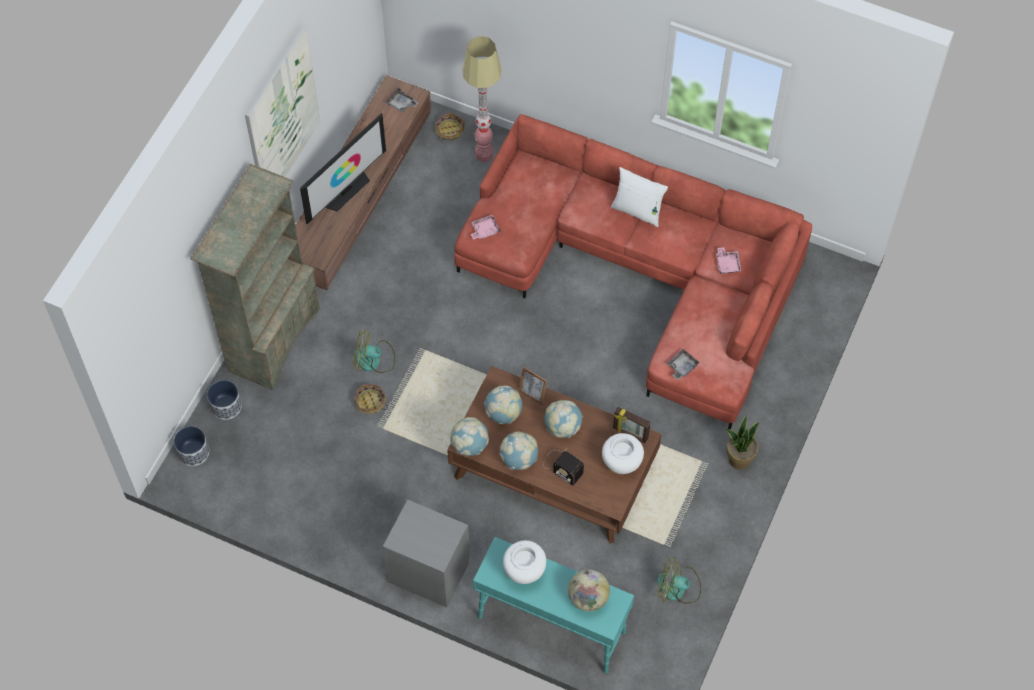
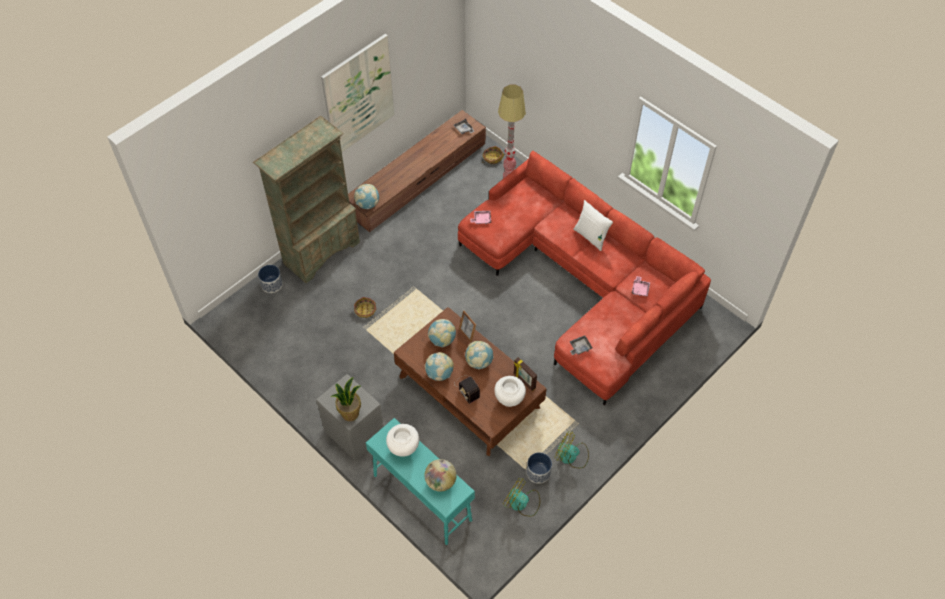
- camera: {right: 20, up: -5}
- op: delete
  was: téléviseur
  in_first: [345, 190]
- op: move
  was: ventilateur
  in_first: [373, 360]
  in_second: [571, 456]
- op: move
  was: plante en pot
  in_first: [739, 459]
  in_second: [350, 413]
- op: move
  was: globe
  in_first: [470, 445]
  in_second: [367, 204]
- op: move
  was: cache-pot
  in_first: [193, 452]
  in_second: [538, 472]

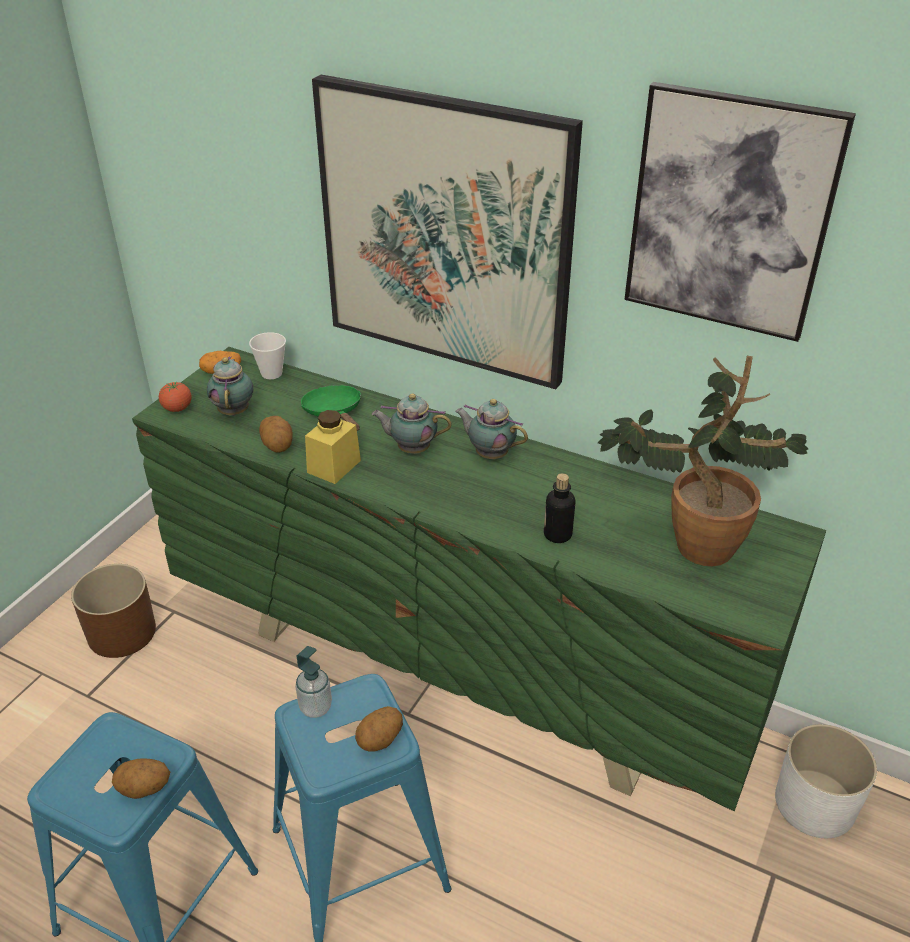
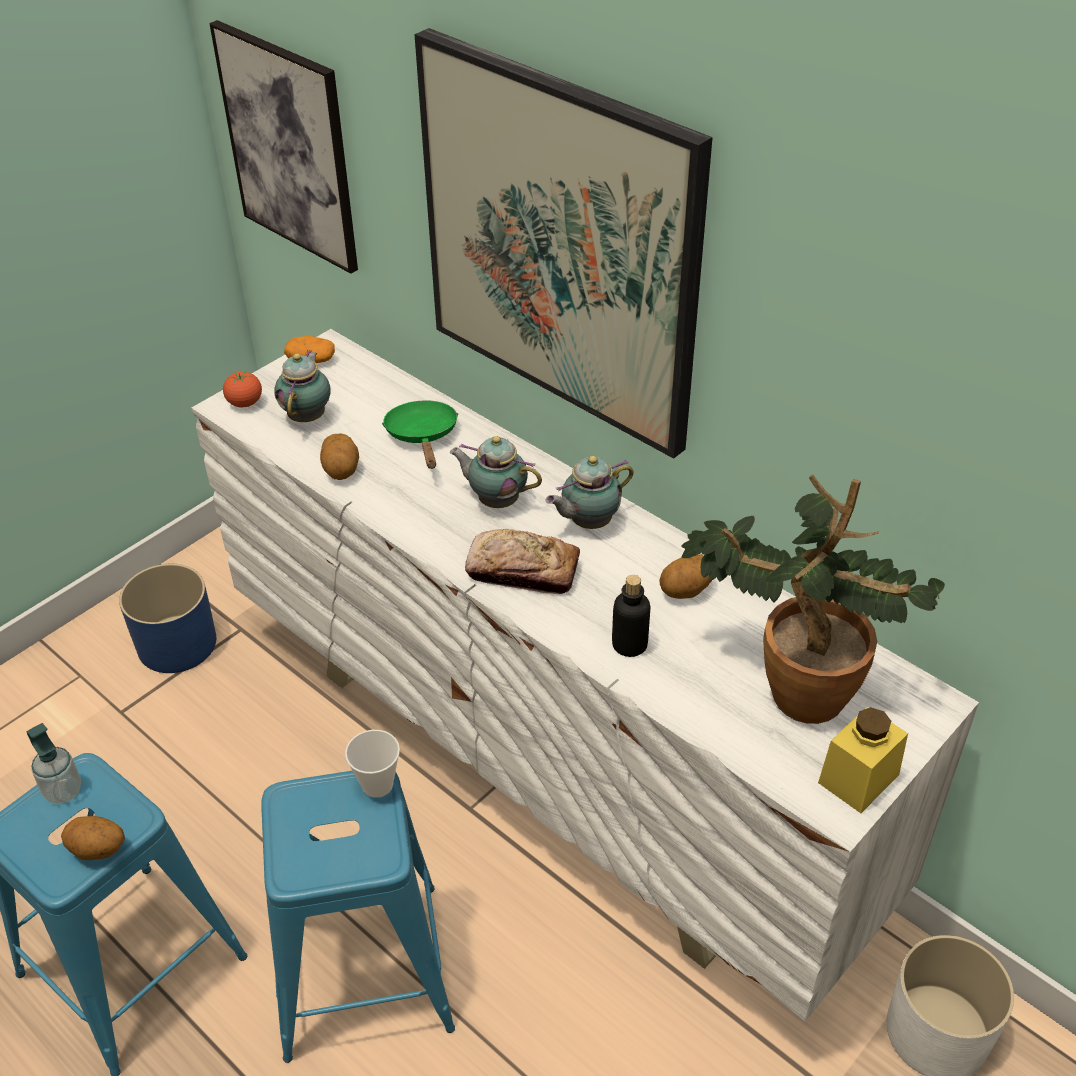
- camera: {right: 15, up: 5}
- op: move
  was: tableau
  in_first: [729, 213]
  in_second: [289, 147]
- op: move
  was: tasse
  in_first: [271, 373]
  in_second: [377, 785]
- op: recolor
  was: meuble de rangement [vert]
  now: meuble de rangement [blanc]
  in_first: [458, 672]
  in_second: [545, 769]
- op: rotate
  was: théière
  in_first: [489, 454]
  in_second: [588, 522]
  clockwise: -75
- op: move
  was: bocal [jaune]
  in_first: [334, 466]
  in_second: [858, 779]
- op: recolor
  was: cache-pot [marron]
  now: cache-pot [bleu]
  in_first: [121, 632]
  in_second: [176, 644]
- op: move
  was: distributeur de savon
  in_first: [315, 707]
  in_second: [63, 791]
- op: move
  was: pomme de terre
  in_first: [380, 740]
  in_second: [686, 591]
- op: insert
  now: pain
  in_second: [522, 571]

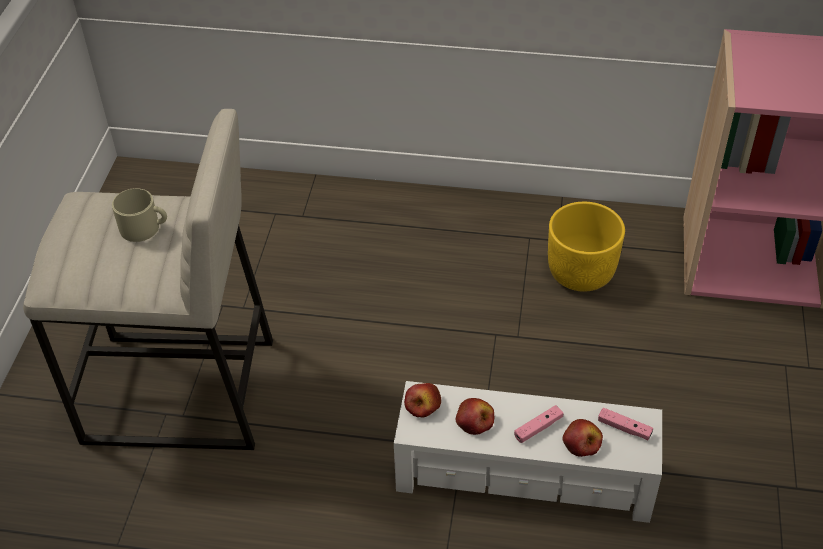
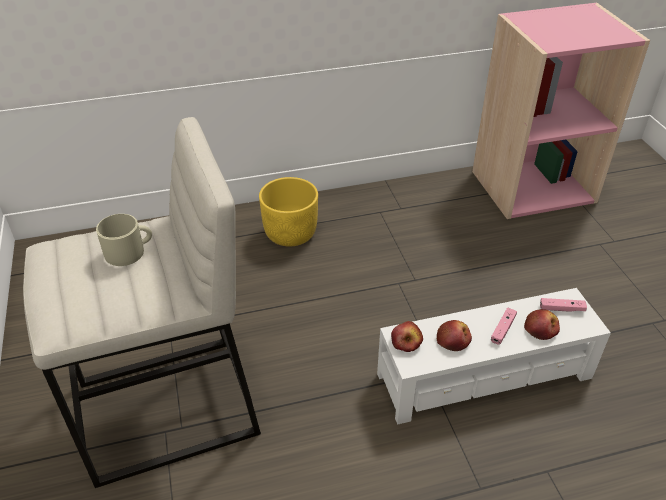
- camera: {right: -25, up: -5}
- op: move
  was: cache-pot [jaune]
  in_first: [581, 272]
  in_second: [291, 233]

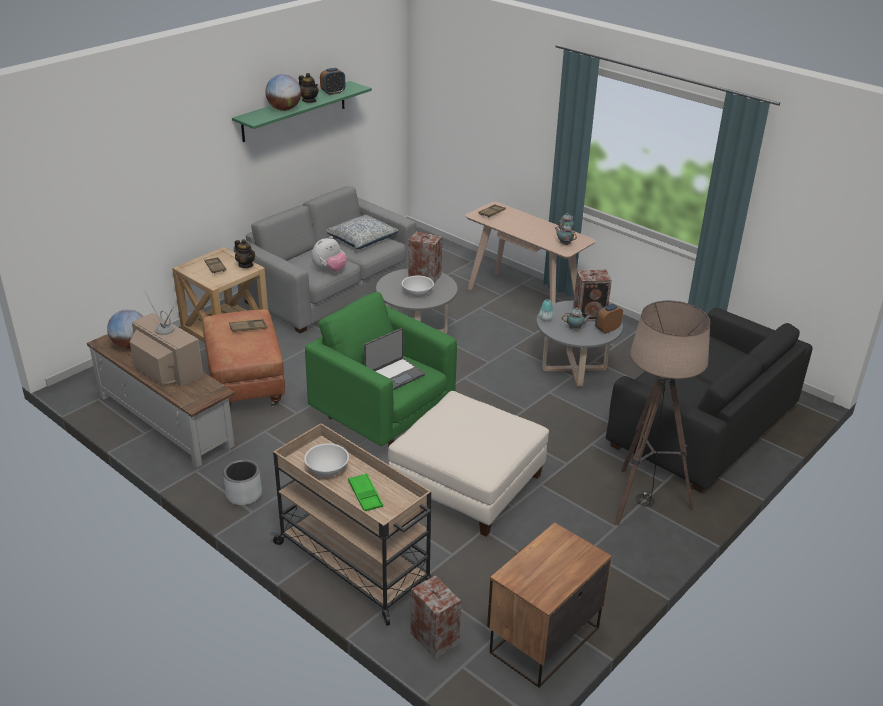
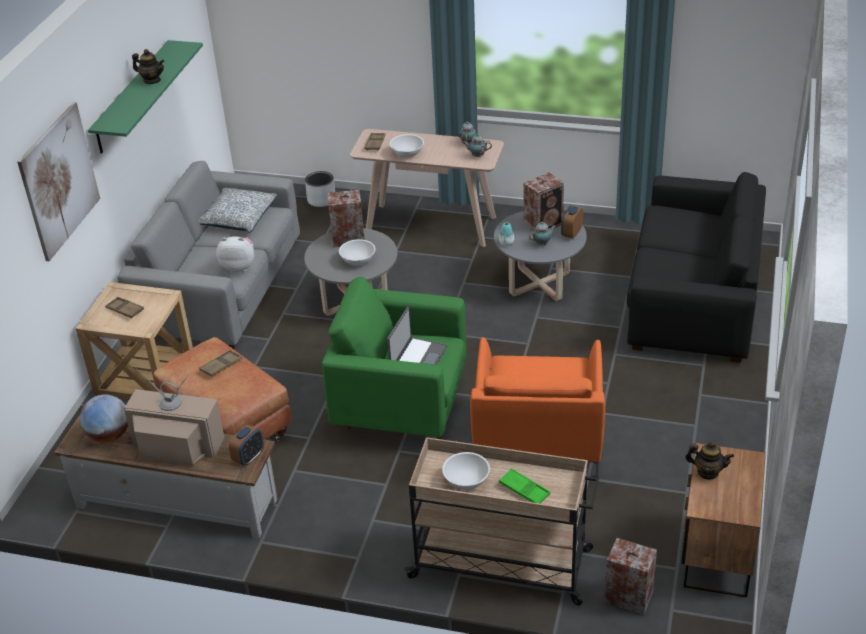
- camera: {right: -25, up: 5}
- op: move
  was: réveil
  in_first: [333, 93]
  in_second: [249, 457]
- op: delete
  was: globe
  in_first: [284, 109]
- op: rotate
  was: peluche
  in_first: [329, 270]
  in_second: [239, 267]
  clockwise: -105
- op: move
  was: théière
  in_first: [246, 265]
  in_second: [707, 472]
- op: delete
  was: lampadaire
  in_first: [643, 500]
- op: replace
  was: pouf [blanc]
  now: fauteuil [orange]
  in_first: [467, 484]
  in_second: [537, 441]
- op: move
  was: cache-pot [gris]
  in_first: [244, 494]
  in_second: [322, 200]
- op: insert
  now: tableau
  in_second: [59, 181]
- op: insert
  now: bol [blanc]
  in_second: [407, 153]

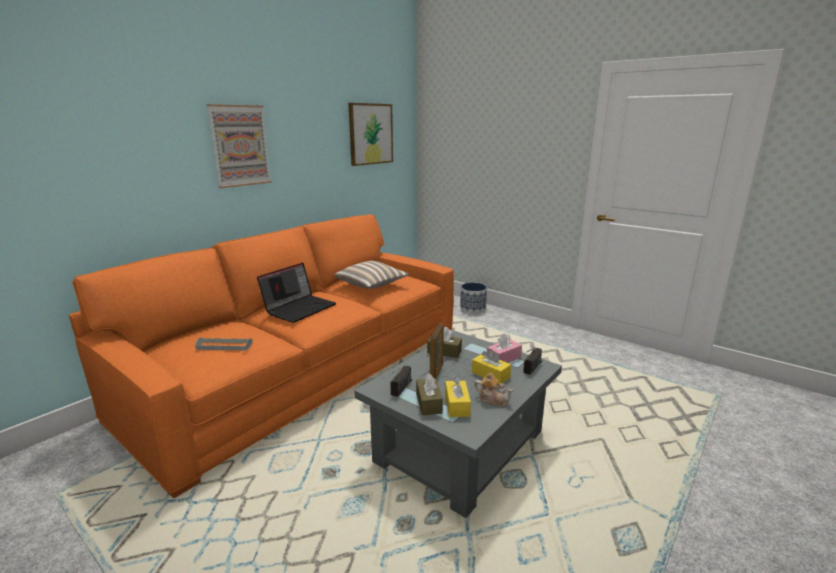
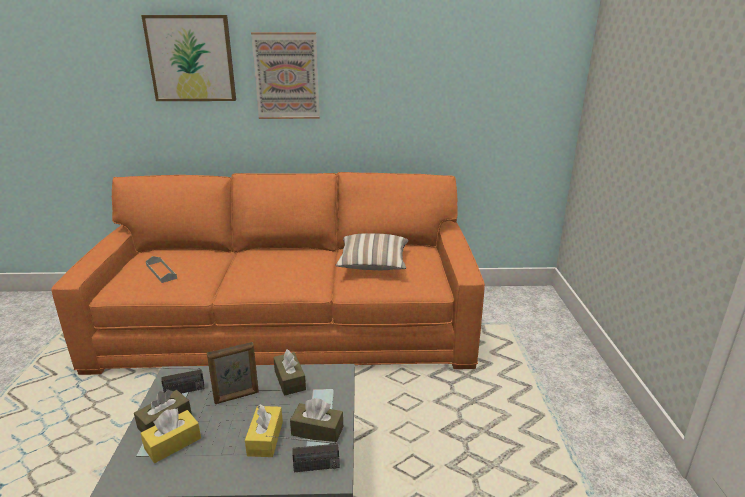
- camera: {right: 50, up: 5}
- op: move
  was: tableau
  in_first: [370, 134]
  in_second: [191, 59]
- op: delete
  was: ordinateur portable
  in_first: [300, 308]
- op: delete
  was: cache-pot
  in_first: [473, 308]
- op: recolor
  was: boîte à mouchoirs [rose]
  now: boîte à mouchoirs [marron]
  in_first: [503, 358]
  in_second: [317, 431]
- op: delete
  was: théière
  in_first: [493, 399]

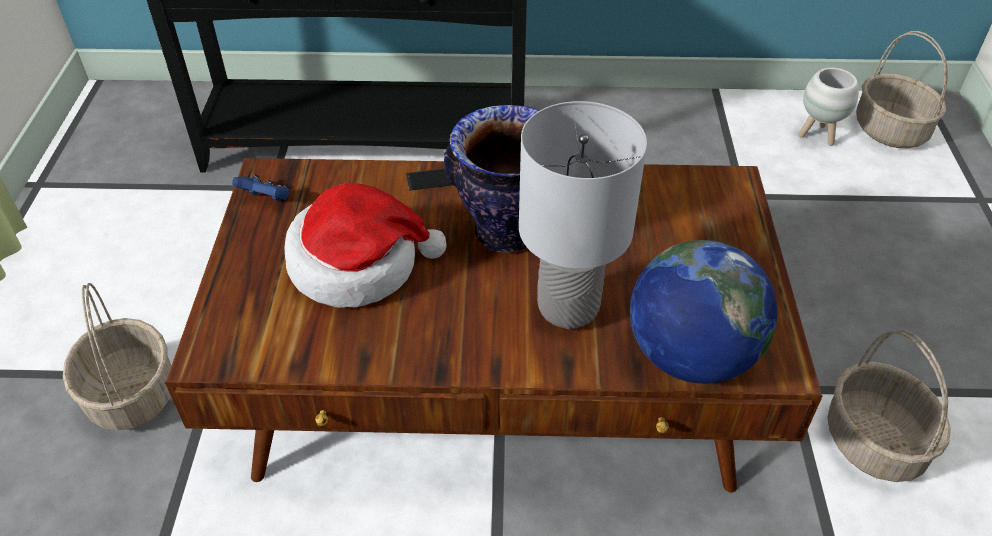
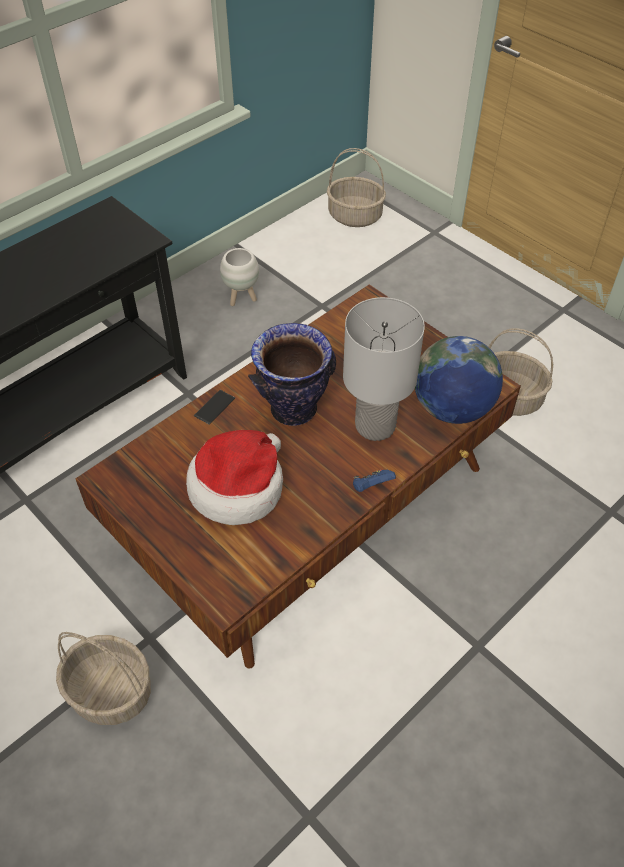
- camera: {right: -45, up: 5}
- op: move
  was: cache-pot [blanc]
  in_first: [818, 136]
  in_second: [242, 298]
- op: move
  was: manette [bleu]
  in_first: [266, 199]
  in_second: [371, 487]

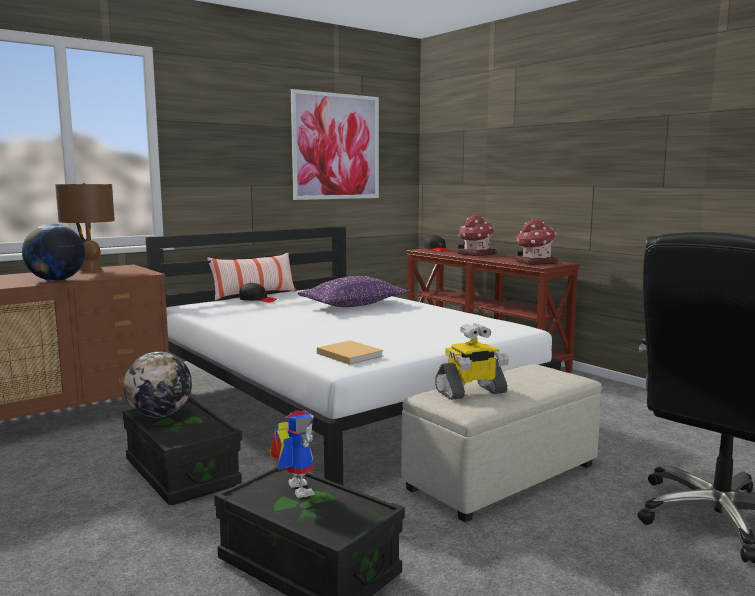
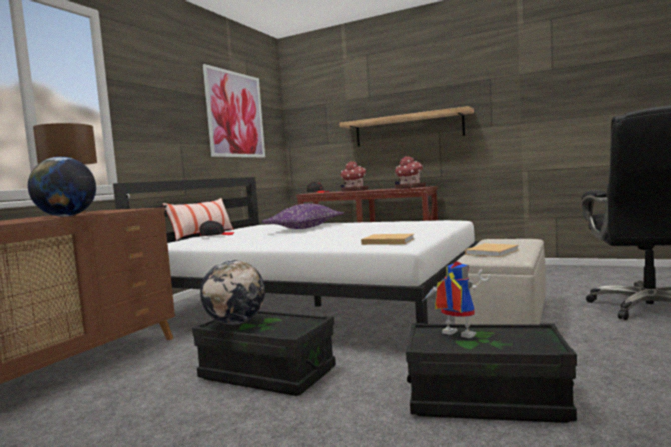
- camera: {right: -25, up: -5}
- op: replace
  was: robot jouet
  now: livre [beige]
  in_first: [471, 392]
  in_second: [493, 252]
- op: insert
  now: étagère
  in_second: [408, 129]

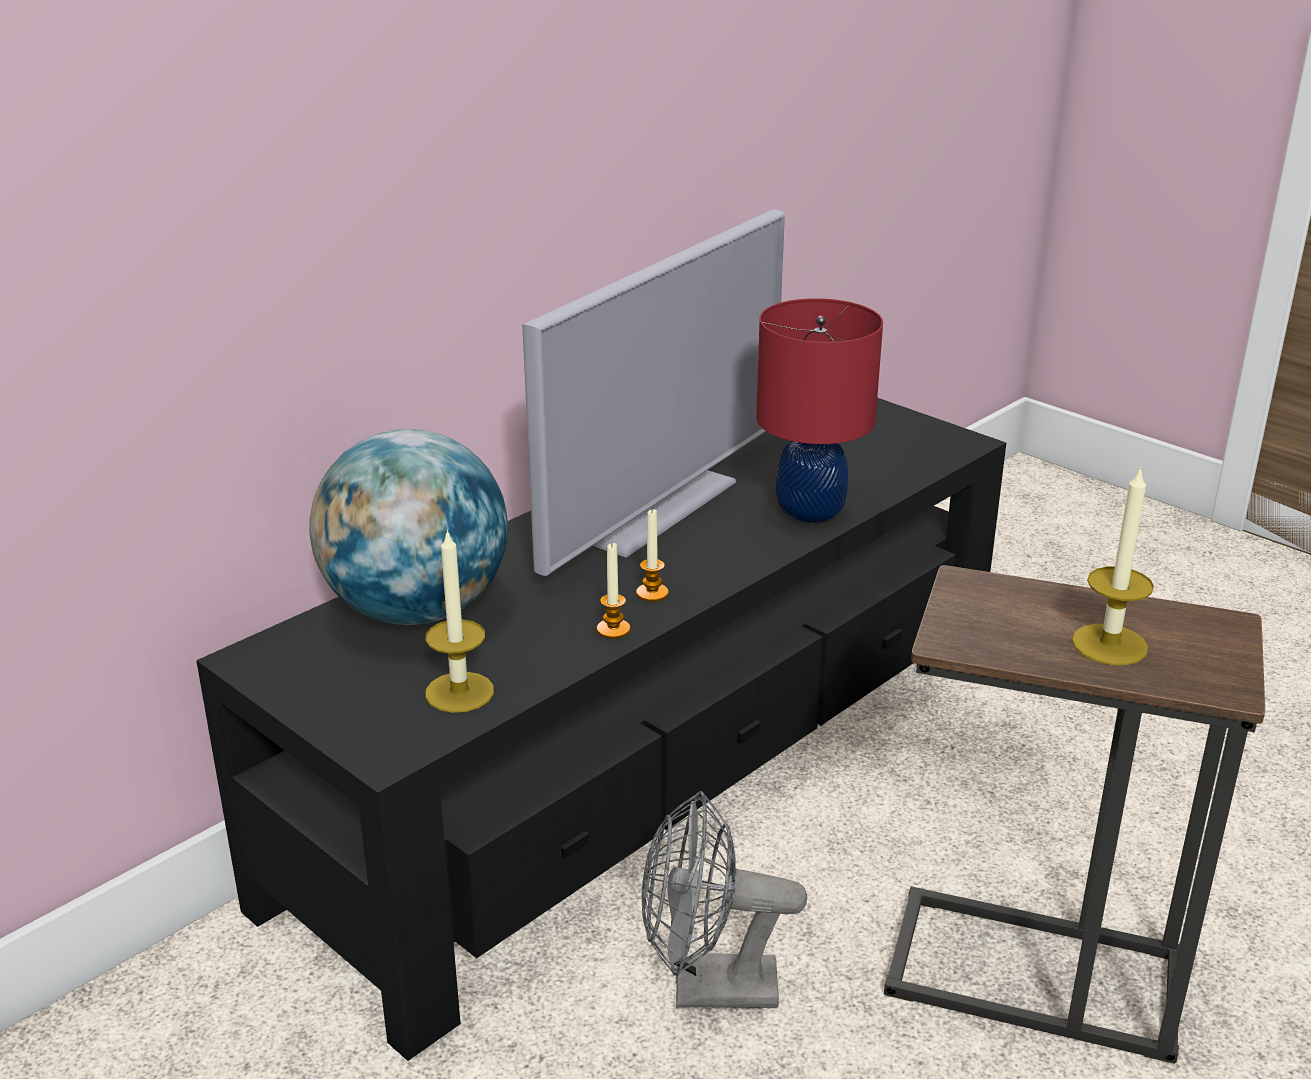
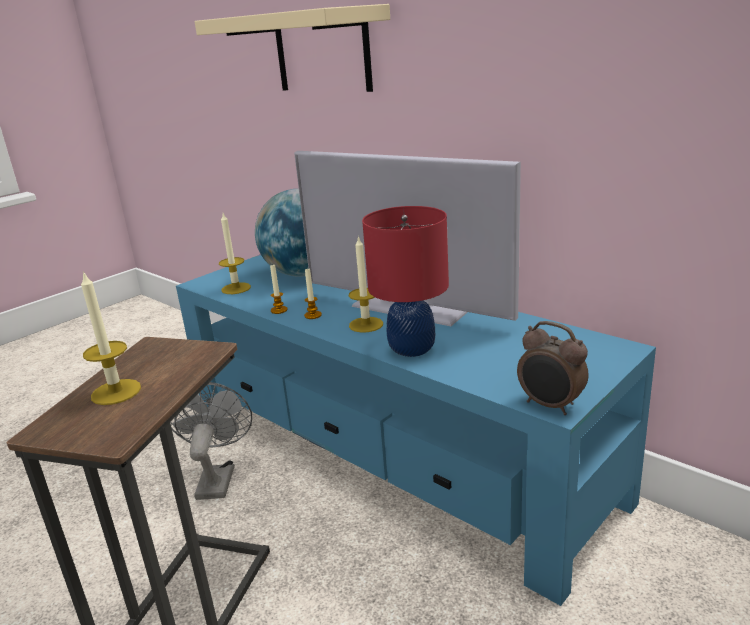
- camera: {right: 90, up: -5}
- op: recolor
  was: meuble télé [noir]
  now: meuble télé [bleu]
  in_first: [655, 771]
  in_second: [386, 449]
- op: insert
  now: étagère [beige]
  in_second: [322, 51]
- op: insert
  now: bougie
  in_second: [366, 324]
- op: insert
  now: réveil
  in_second: [550, 406]

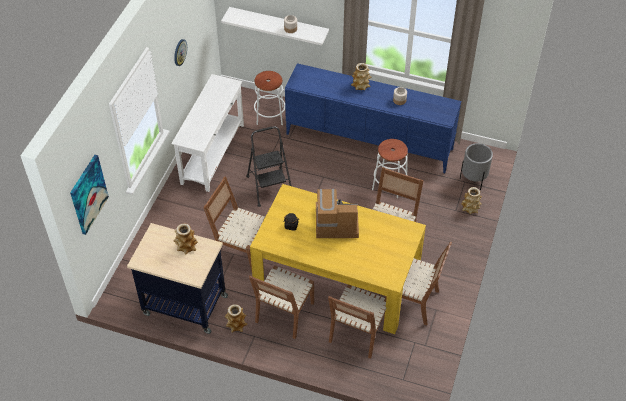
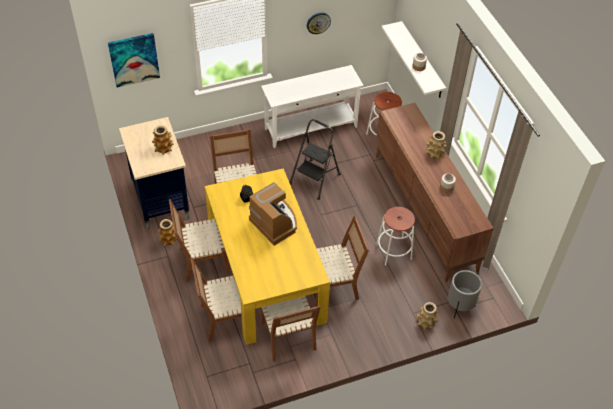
- camera: {right: 50, up: 0}
- op: recolor
  was: meuble de rangement [bleu]
  now: meuble de rangement [marron]
  in_first: [370, 141]
  in_second: [425, 211]

